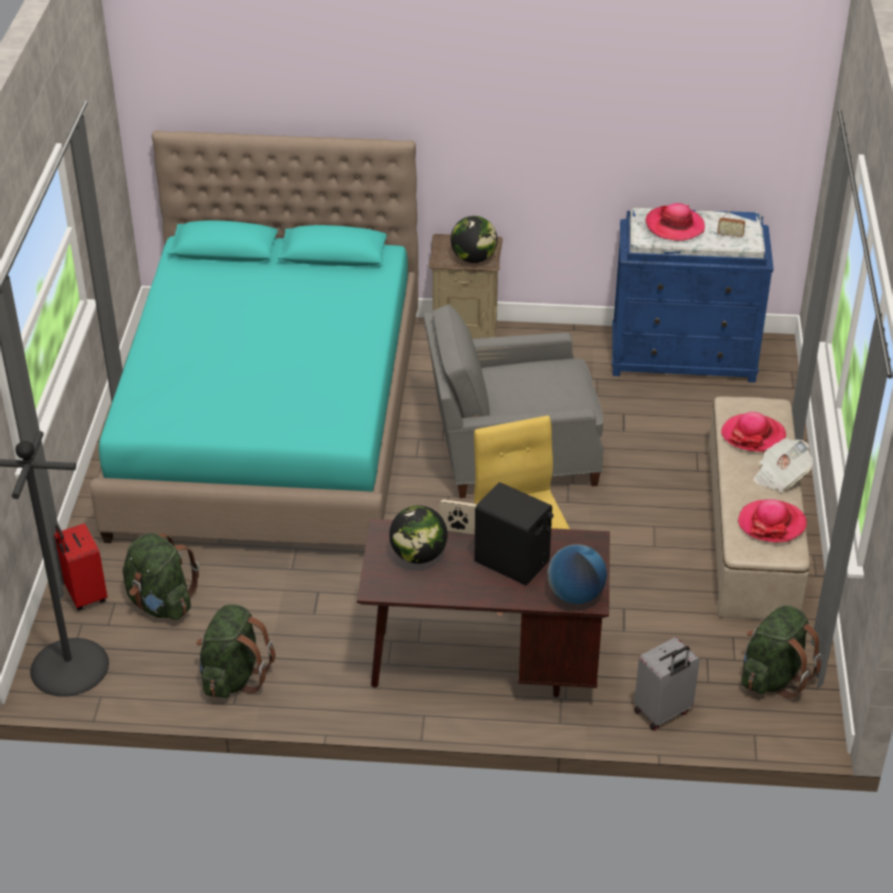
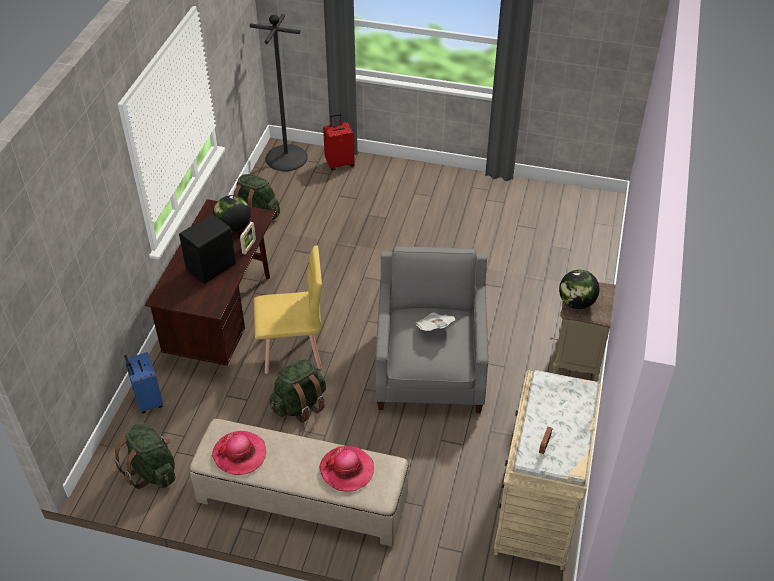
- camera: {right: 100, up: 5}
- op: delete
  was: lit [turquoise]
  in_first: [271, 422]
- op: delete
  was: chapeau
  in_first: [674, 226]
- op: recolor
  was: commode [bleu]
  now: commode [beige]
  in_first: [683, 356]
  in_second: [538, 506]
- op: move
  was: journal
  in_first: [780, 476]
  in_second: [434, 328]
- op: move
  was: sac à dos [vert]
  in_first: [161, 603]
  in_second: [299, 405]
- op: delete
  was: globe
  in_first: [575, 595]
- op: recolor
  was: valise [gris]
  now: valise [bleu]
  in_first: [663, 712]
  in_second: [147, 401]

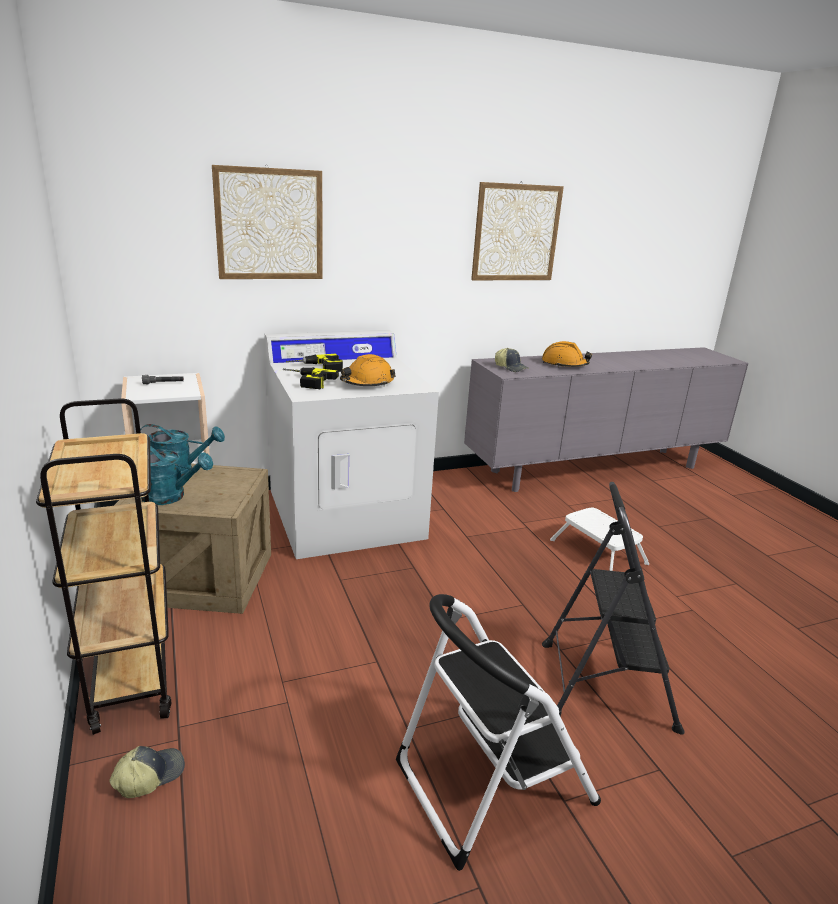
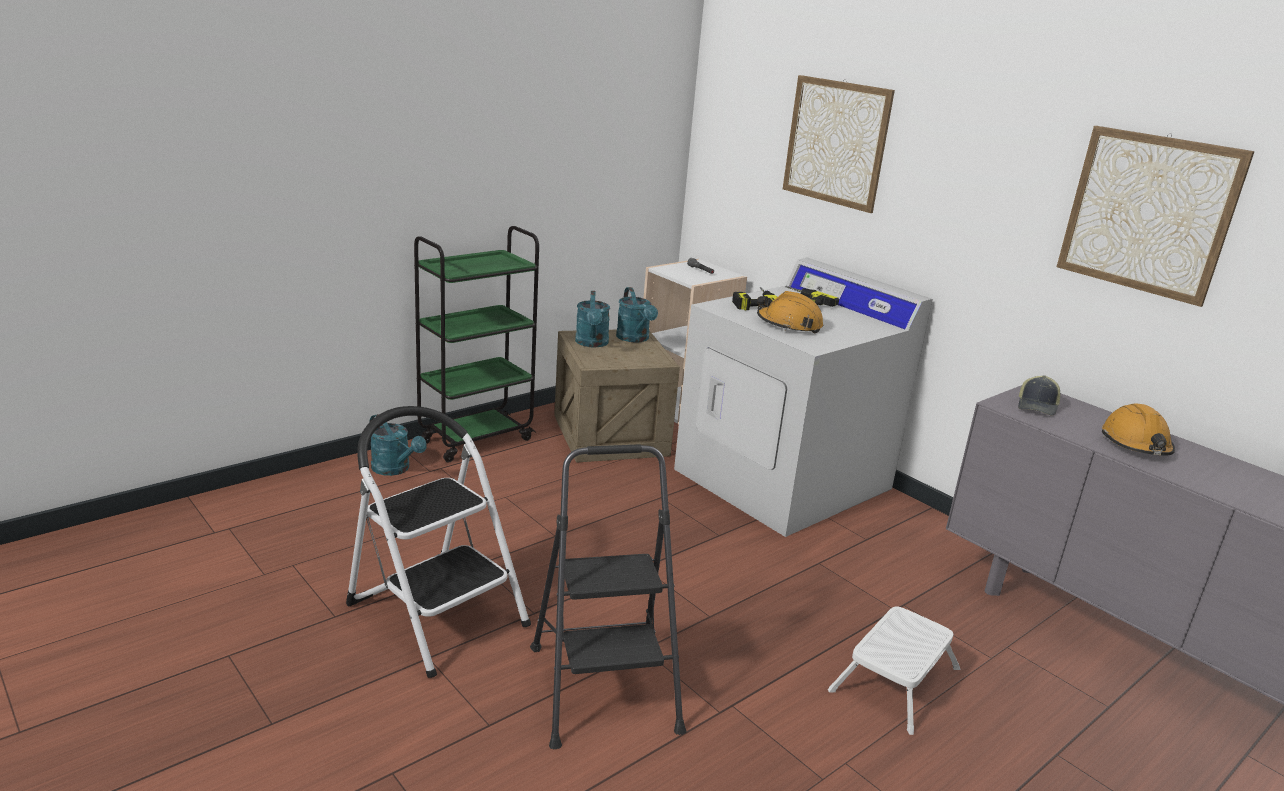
- camera: {right: 70, up: 0}
- op: recolor
  was: chariot [marron]
  now: chariot [vert]
  in_first: [130, 679]
  in_second: [476, 440]
- op: replace
  was: casquette
  now: arrosoir [turquoise]
  in_first: [149, 776]
  in_second: [395, 469]

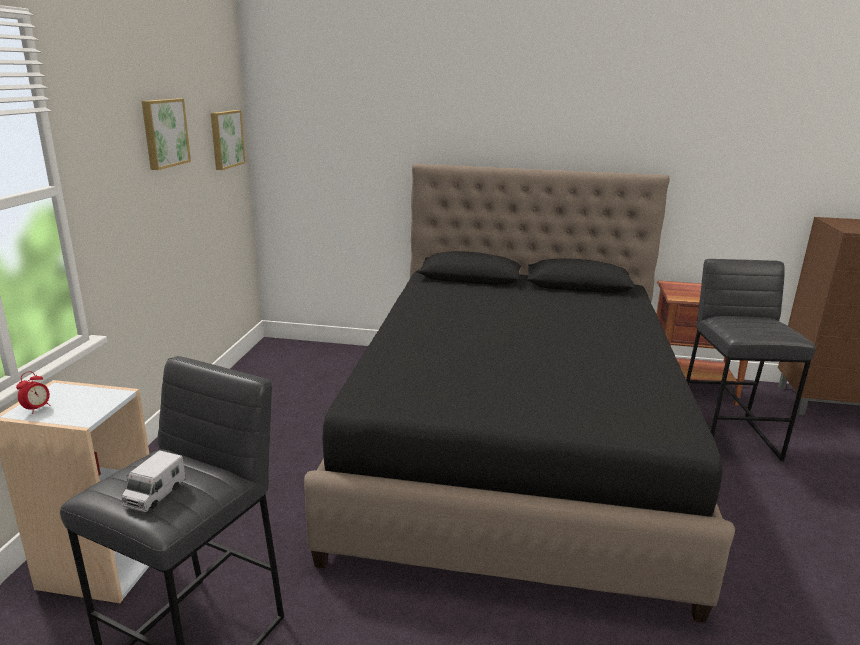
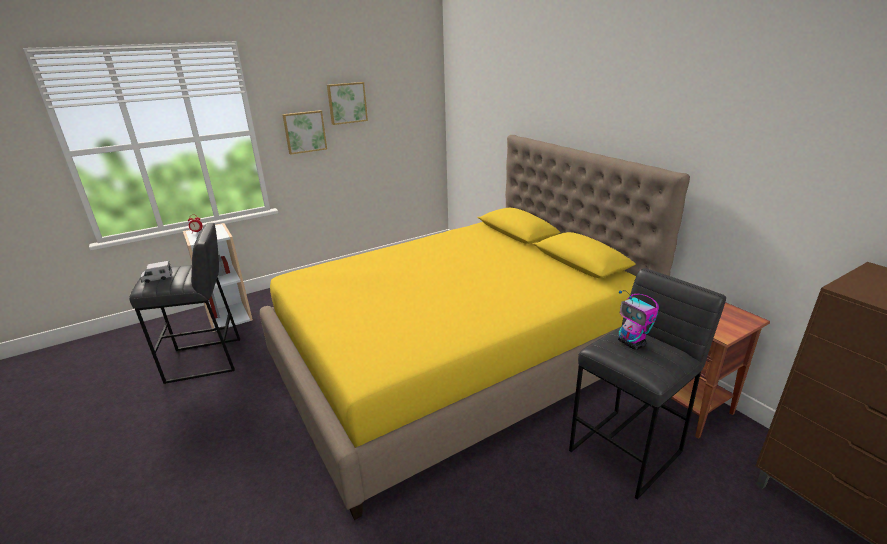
- camera: {right: 50, up: 5}
- op: move
  was: tableau
  in_first: [225, 139]
  in_second: [304, 132]
- op: recolor
  was: lit [noir]
  now: lit [jaune]
  in_first: [515, 444]
  in_second: [458, 361]
- op: insert
  now: robot jouet
  in_second: [632, 344]

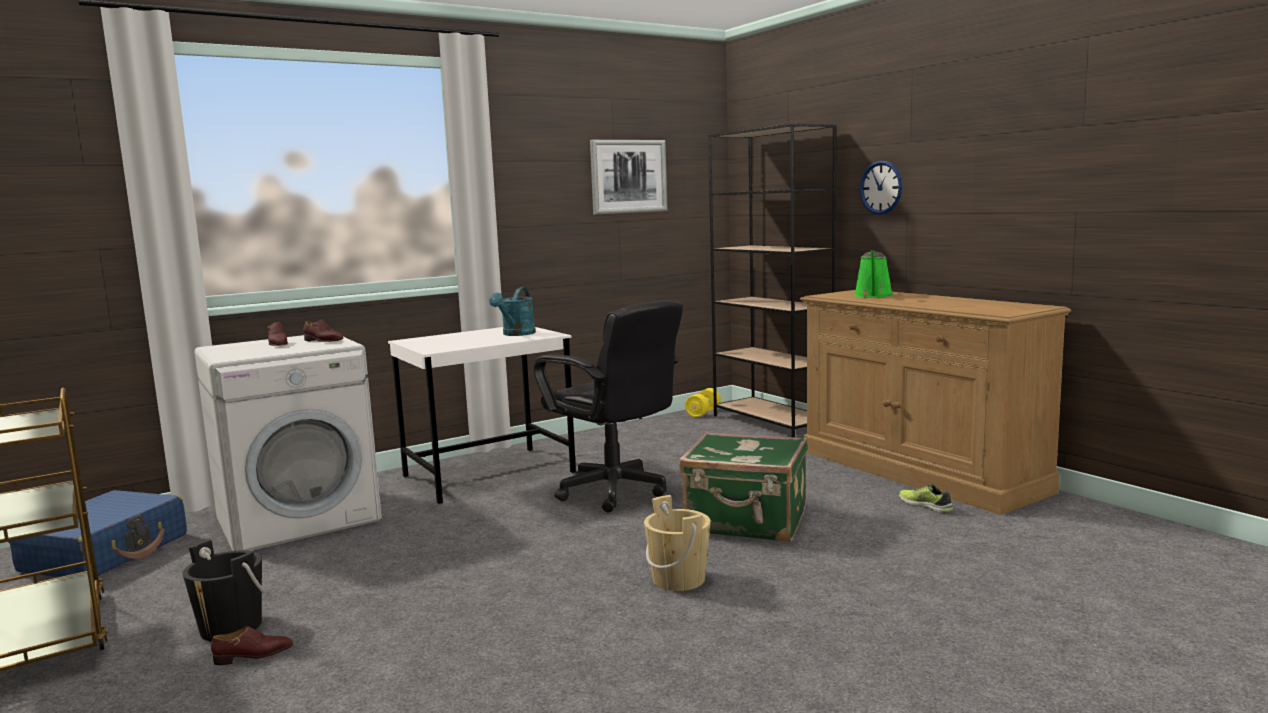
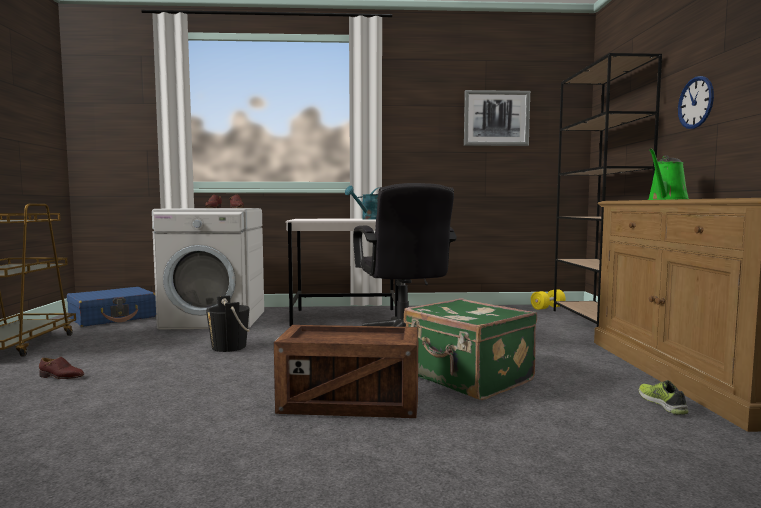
- camera: {right: 30, up: -5}
- op: replace
  was: seau [beige]
  now: caisse
  in_first: [678, 579]
  in_second: [350, 402]
- op: move
  was: seau [noir]
  in_first: [231, 627]
  in_second: [229, 347]

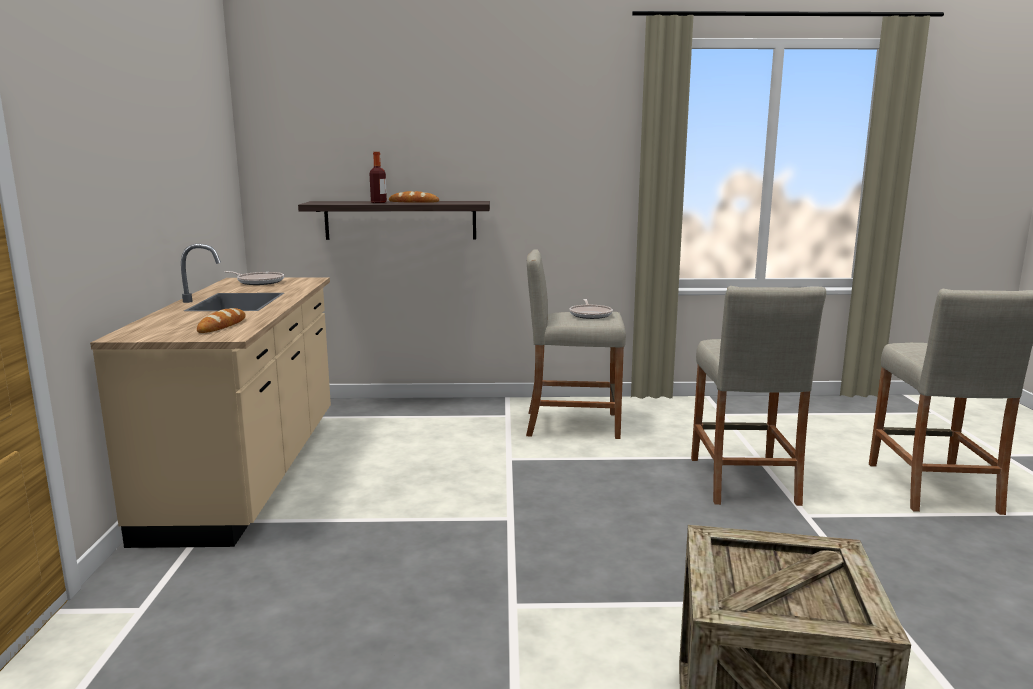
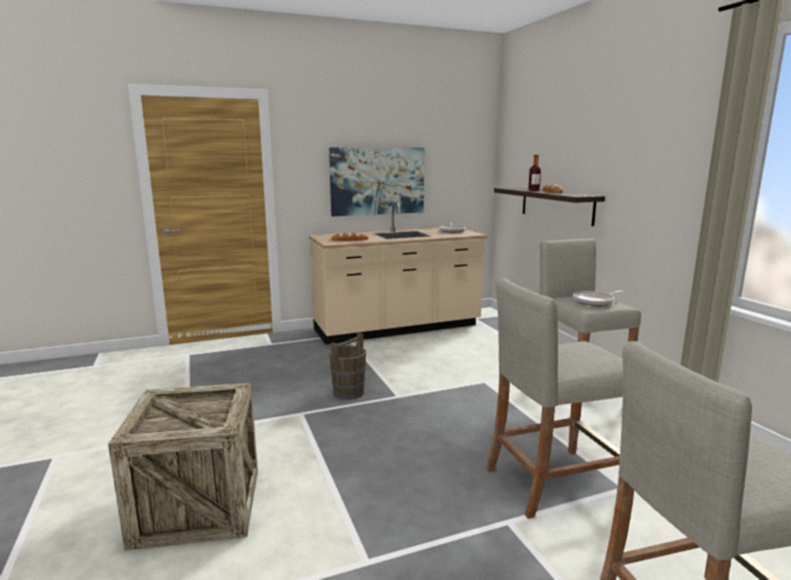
- camera: {right: 70, up: 0}
- op: insert
  now: tableau
  in_second: [377, 181]
- op: insert
  now: seau [marron]
  in_second: [349, 392]

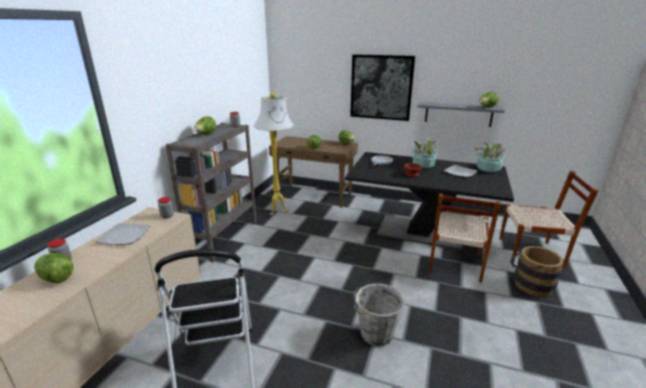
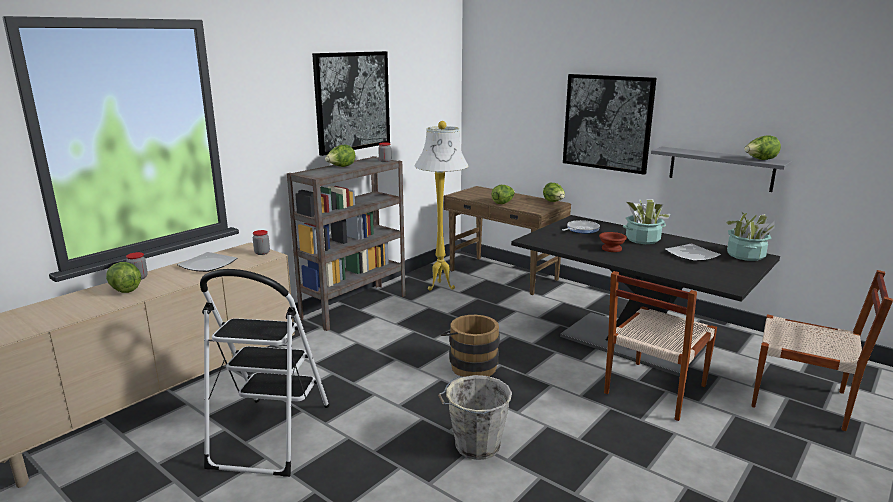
- camera: {right: 20, up: -5}
- op: move
  was: seau [marron]
  in_first: [529, 284]
  in_second: [470, 365]
- op: insert
  now: tableau
  in_second: [352, 101]

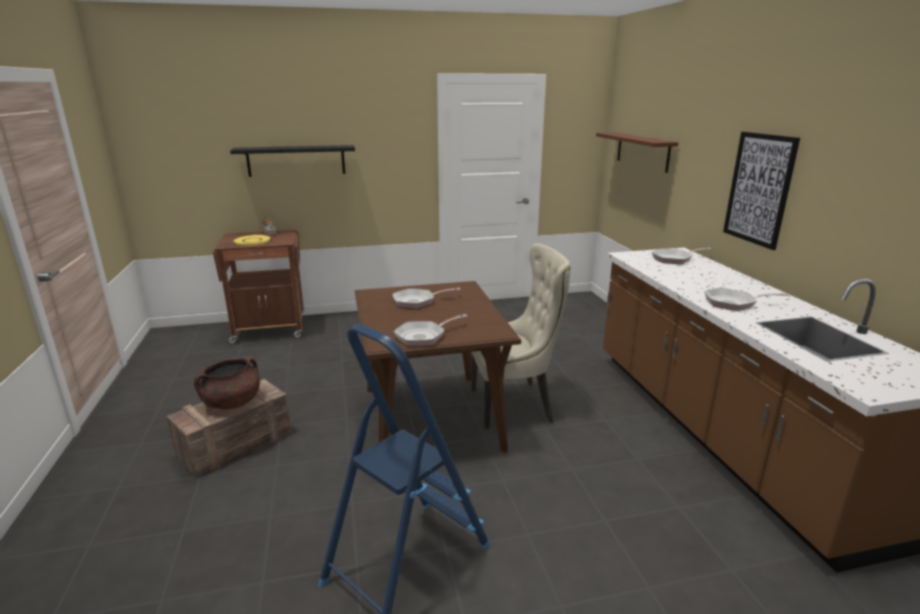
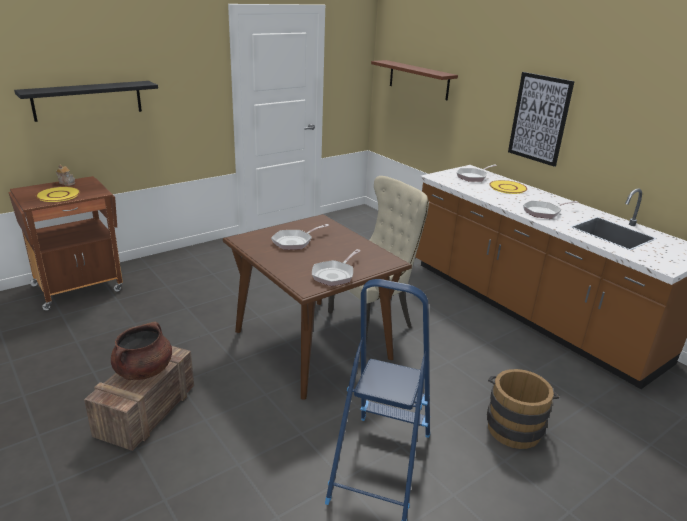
- camera: {right: -25, up: 5}
- op: insert
  now: assiette [jaune]
  in_second: [507, 188]
- op: insert
  now: seau [marron]
  in_second: [514, 425]

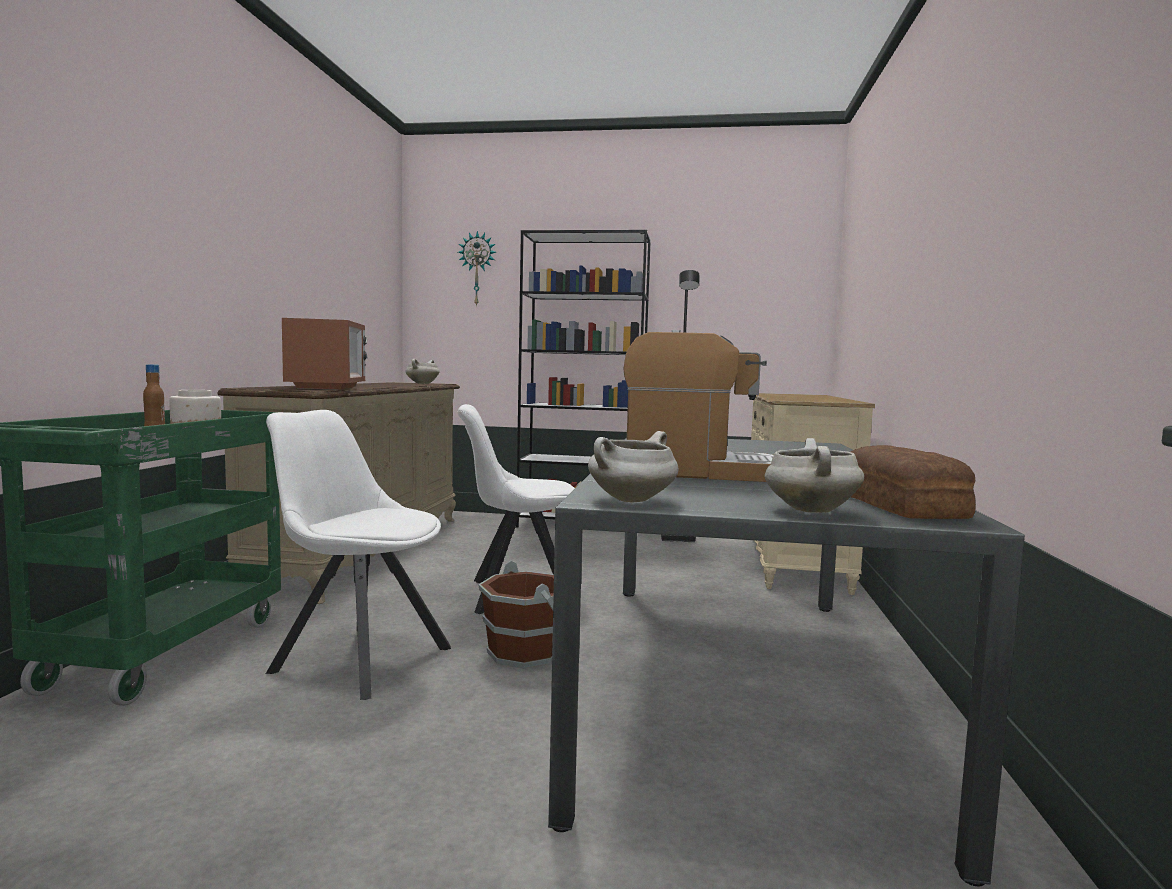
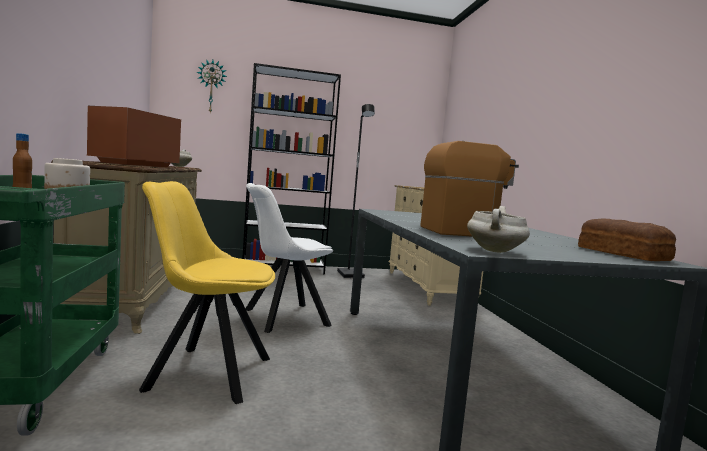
- camera: {right: -20, up: 0}
- op: rotate
  was: micro-ondes
  in_first: [327, 387]
  in_second: [135, 164]
  clockwise: -135
- op: recolor
  was: chaise [blanc]
  now: chaise [jaune]
  in_first: [358, 658]
  in_second: [206, 373]
- op: delete
  was: marmite [blanc]
  in_first: [809, 510]
- op: delete
  was: seau [marron]
  in_first: [525, 652]

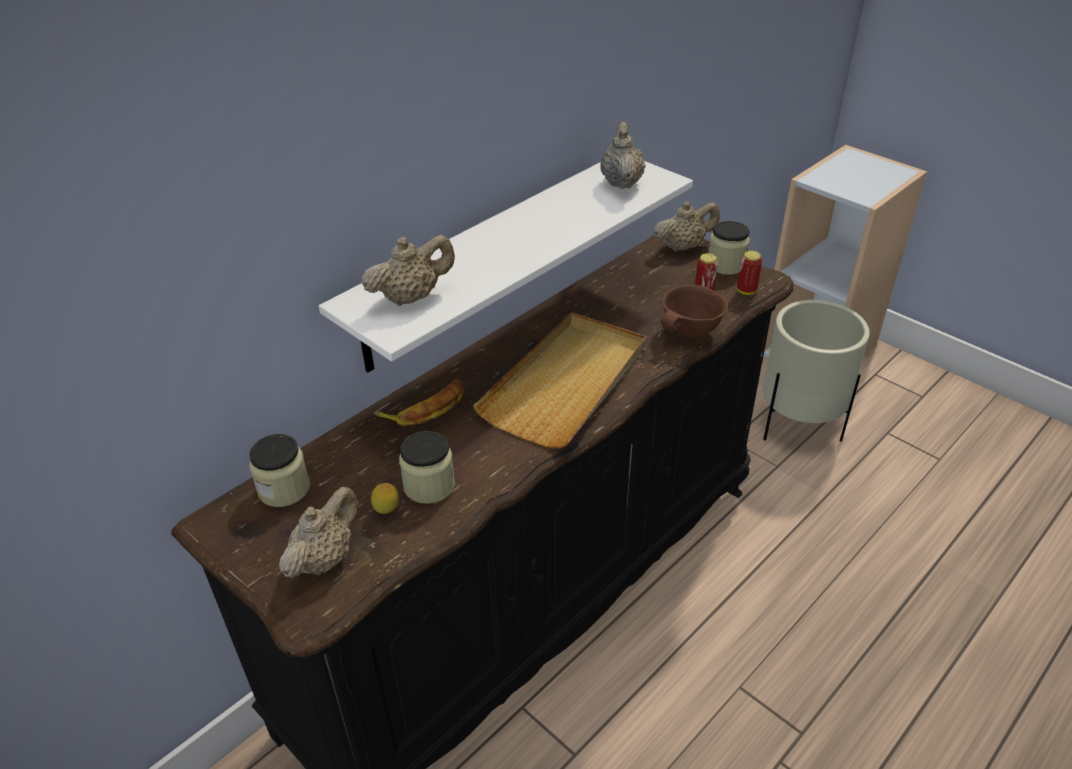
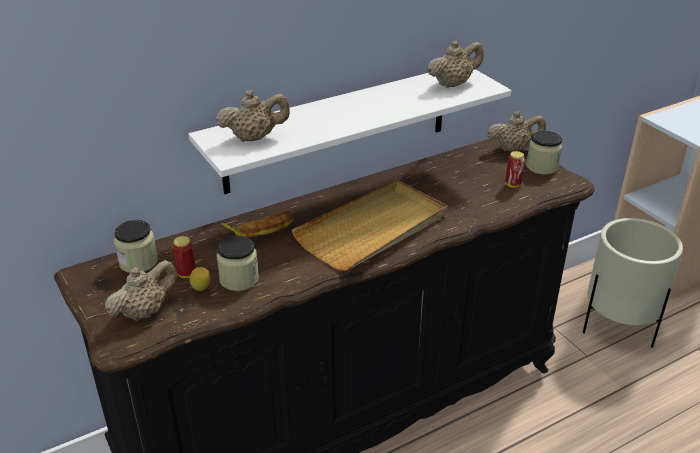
- camera: {right: 15, up: -5}
- op: rotate
  was: théière [beige]
  in_first: [621, 182]
  in_second: [453, 84]
  clockwise: 45
- op: move
  was: boîte métallique
  in_first: [746, 291]
  in_second: [186, 274]
- op: delete
  was: bol [marron]
  in_first: [690, 332]

